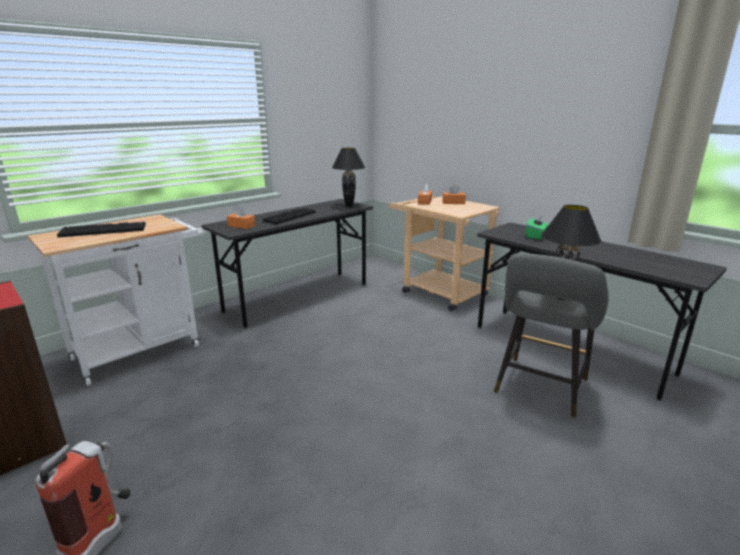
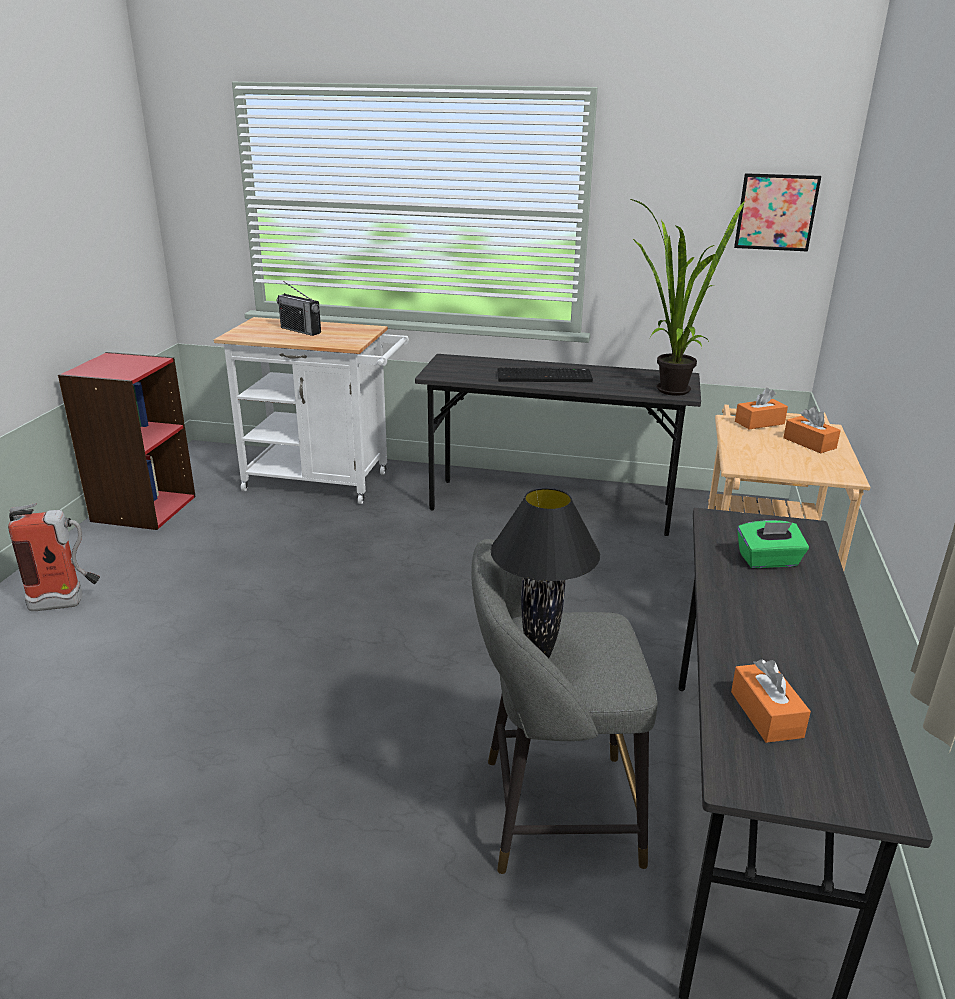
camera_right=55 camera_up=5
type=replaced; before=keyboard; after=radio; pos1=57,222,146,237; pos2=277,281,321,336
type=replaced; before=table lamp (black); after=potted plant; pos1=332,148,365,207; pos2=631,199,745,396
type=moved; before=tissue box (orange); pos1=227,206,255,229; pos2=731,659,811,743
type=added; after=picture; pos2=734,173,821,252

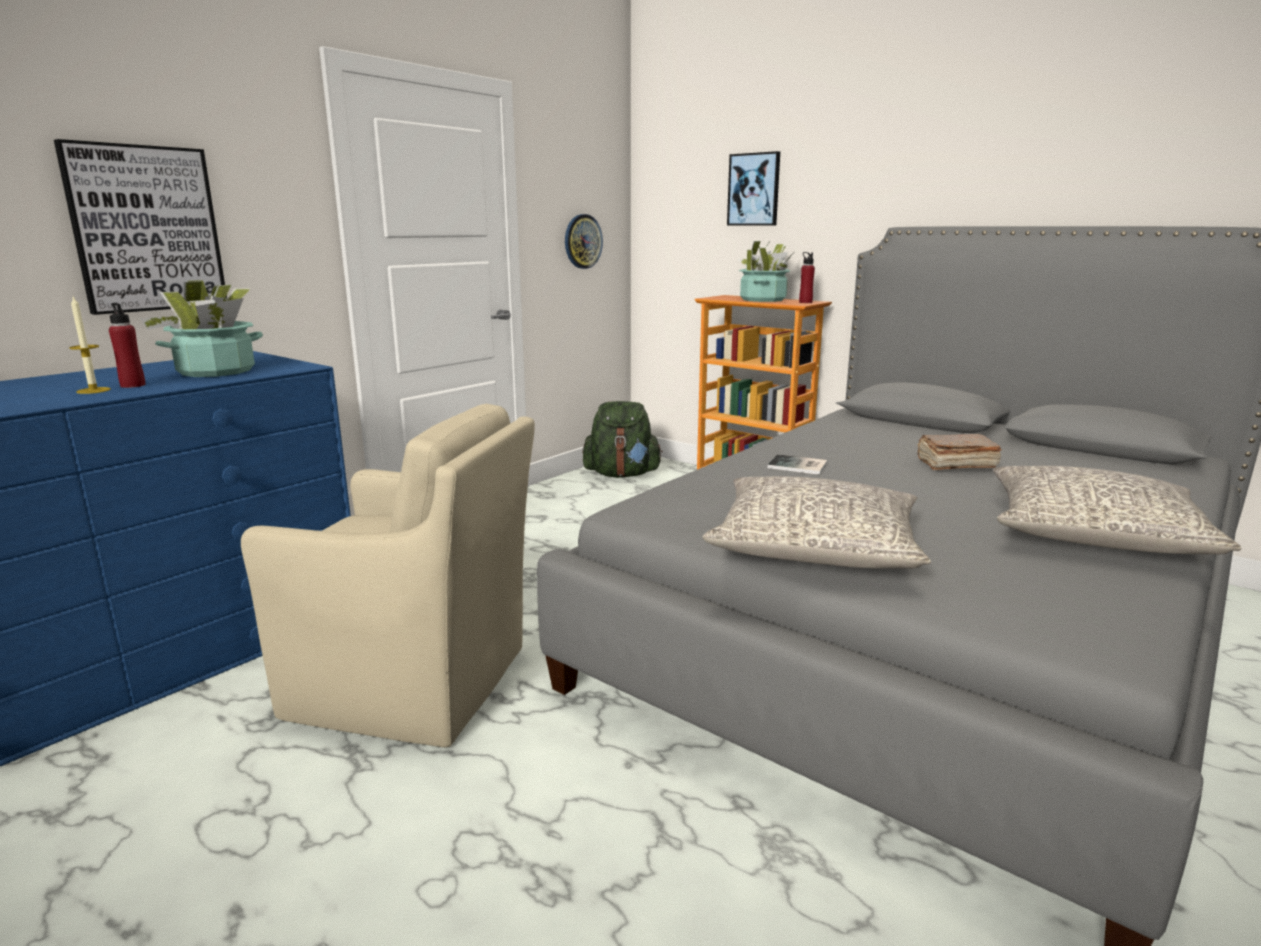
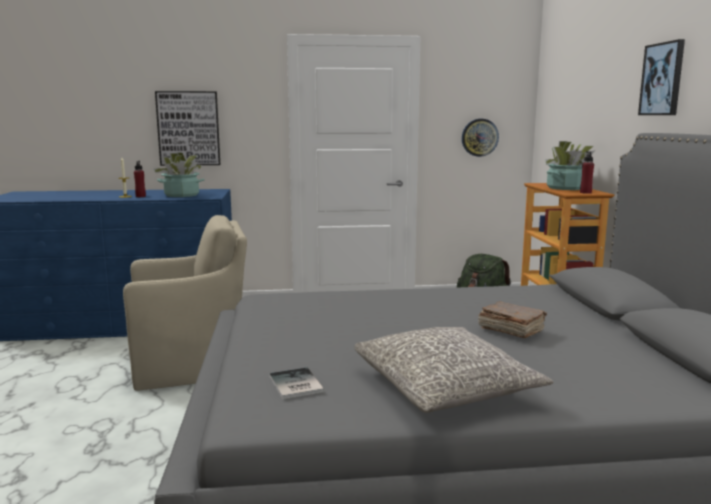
camera_right=45 camera_up=-5
type=turned; before=armchair (beige); pos1=241,404,535,747; pos2=123,215,247,390; turn=-75
type=moved; before=book; pos1=768,454,827,475; pos2=269,367,324,399
type=moved; before=picture; pos1=727,151,780,226; pos2=638,39,685,115
type=removed; before=pillow (grey); pos1=703,476,931,569

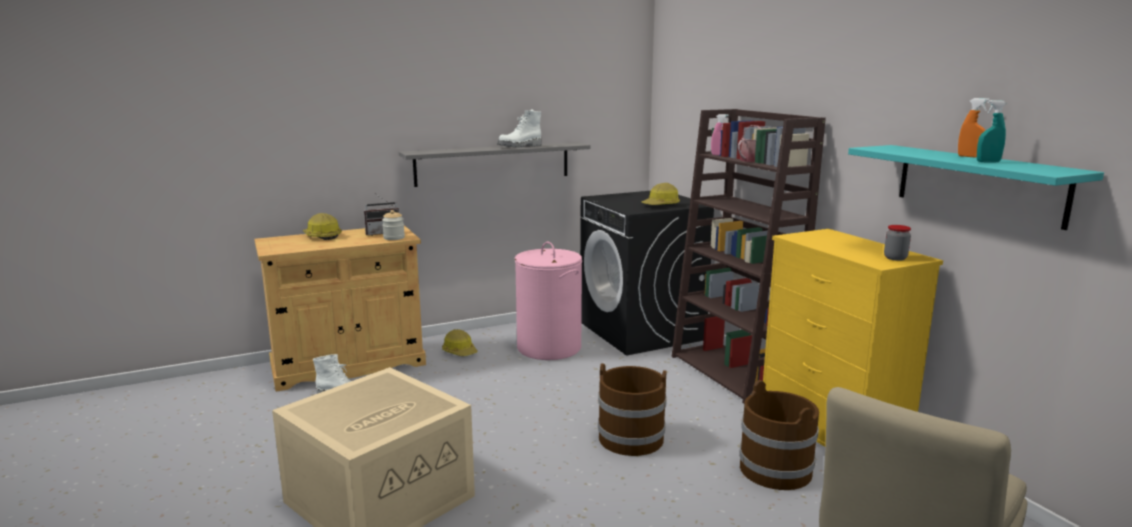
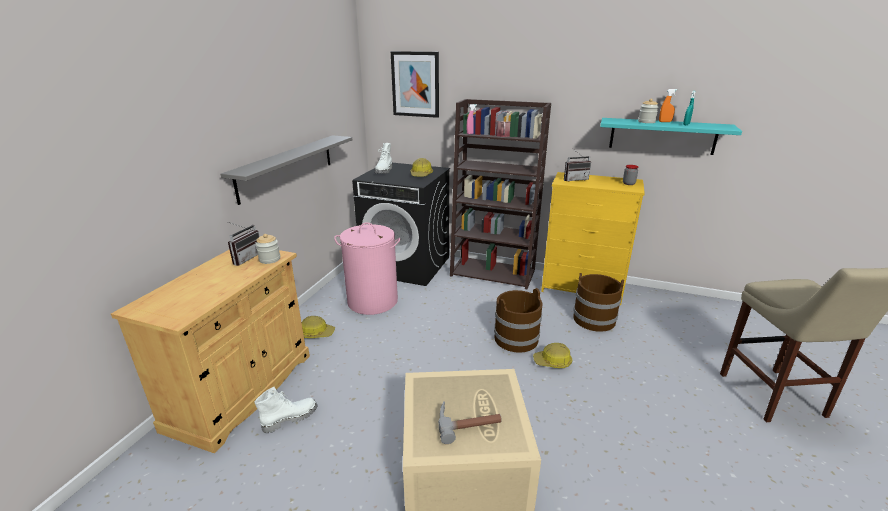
camera_right=-45 camera_up=10
type=moved; before=boot (white); pos1=497,109,542,148; pos2=375,143,392,174
type=added; after=picture; pos2=391,51,439,118
type=added; after=hammer; pos2=438,402,502,444
type=moved; before=hard hat; pos1=303,213,342,240; pos2=533,343,572,368
type=added; after=radio; pos2=564,149,591,181
type=added; after=jar; pos2=638,99,659,123

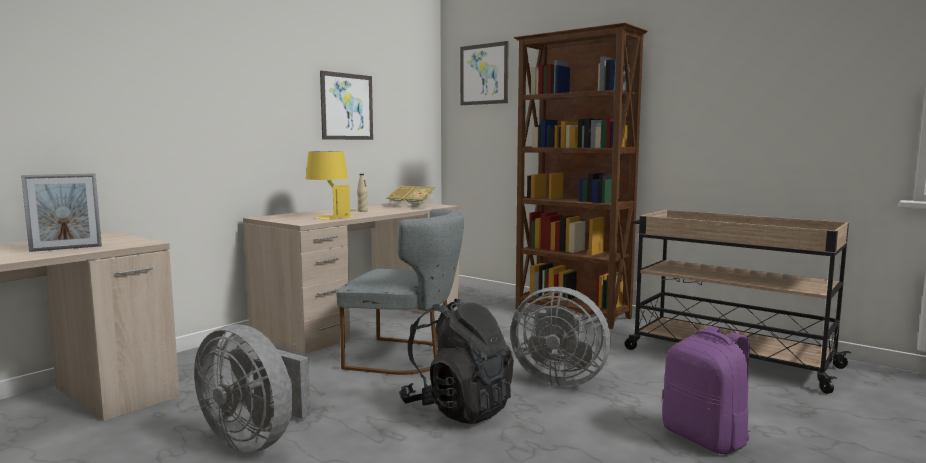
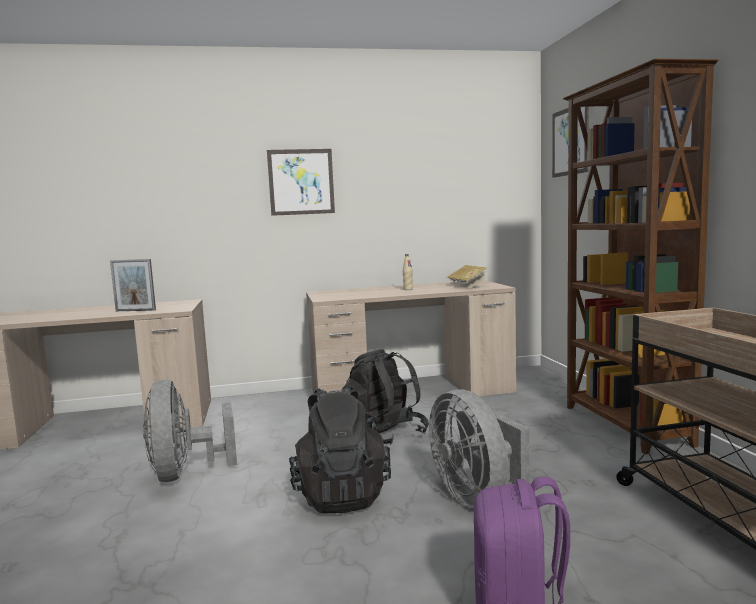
camera_right=40 camera_up=0
type=moved; before=picture; pos1=320,71,373,140; pos2=267,149,335,216
type=replaced; before=chair (grey); after=backpack (black); pos1=336,209,464,375; pos2=342,349,429,445
type=removed; before=table lamp (yellow); pos1=306,151,356,220

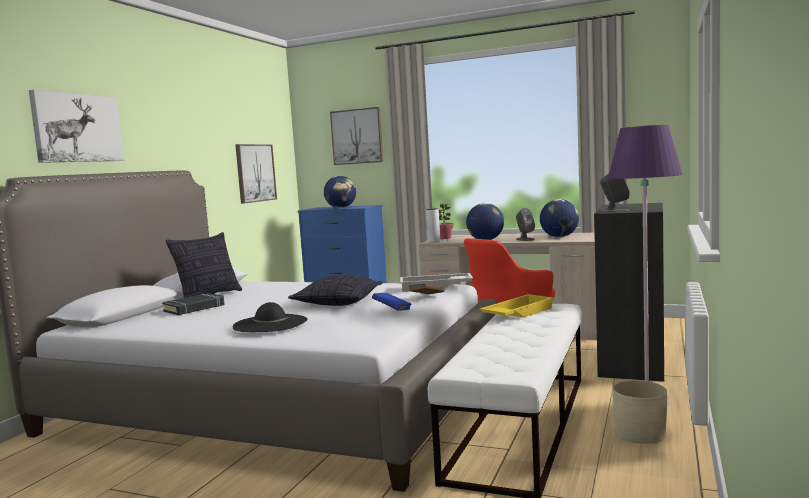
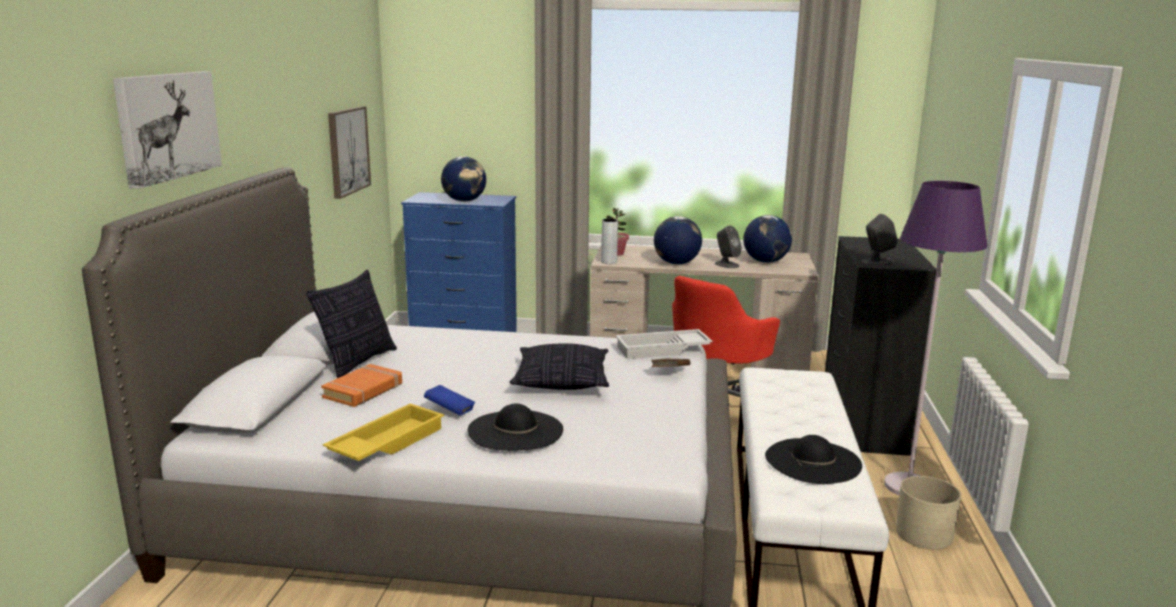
camera_right=-15 camera_up=10
type=recoloured; before=book (black); after=book (orange); pos1=162,293,225,315; pos2=321,364,402,407
type=moved; before=tray (yellow); pos1=479,294,554,318; pos2=323,403,444,461
type=moved; before=book (blue); pos1=372,293,411,311; pos2=424,385,475,415
type=added; after=hat (black); pos2=765,435,862,484
type=removed; before=picture; pos1=330,107,383,165

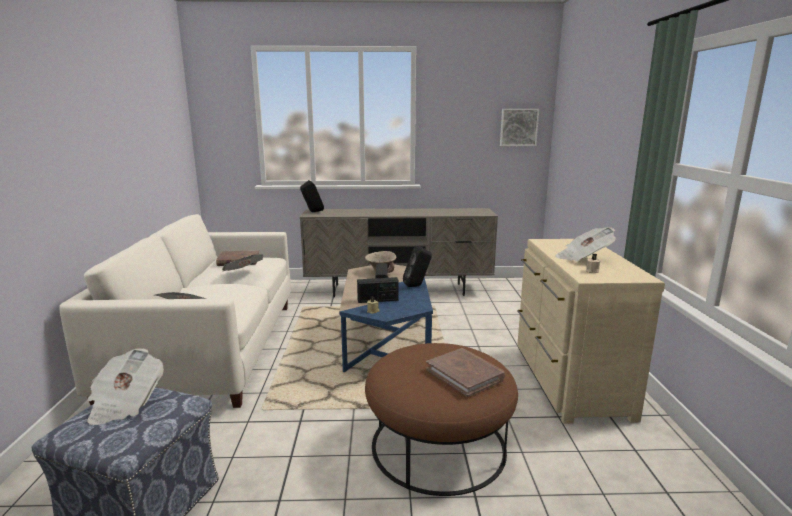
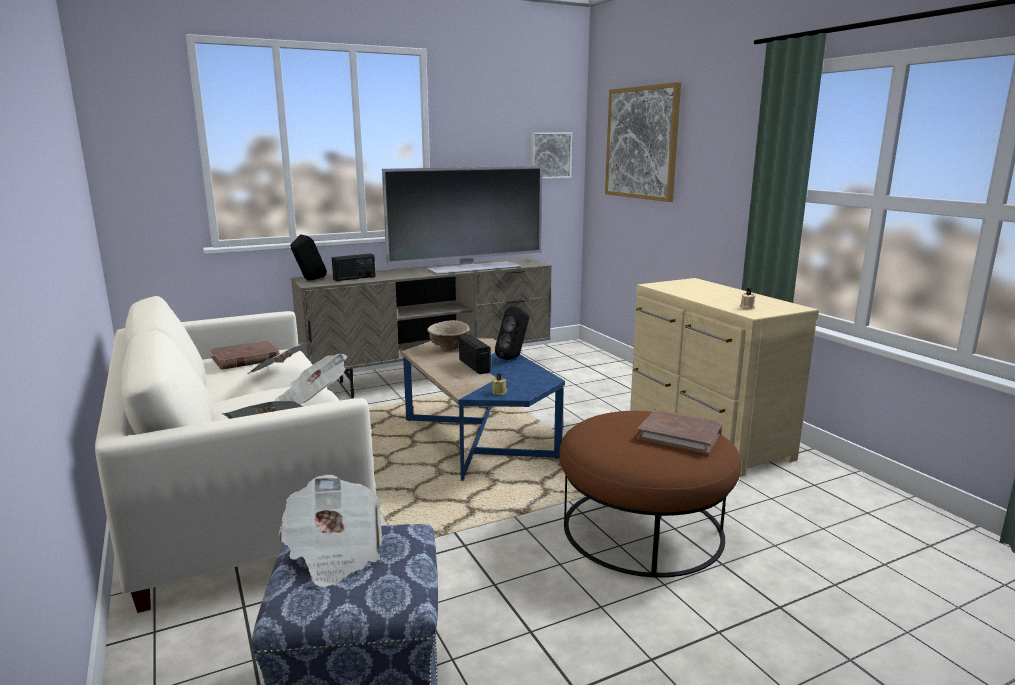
camera_right=-25 camera_up=0
type=moved; before=newspaper; pos1=555,227,616,261; pos2=275,354,348,405
type=moved; before=radio; pos1=357,277,398,303; pos2=332,253,376,281
type=added; after=television; pos2=382,166,542,275
type=added; after=picture; pos2=605,82,681,202

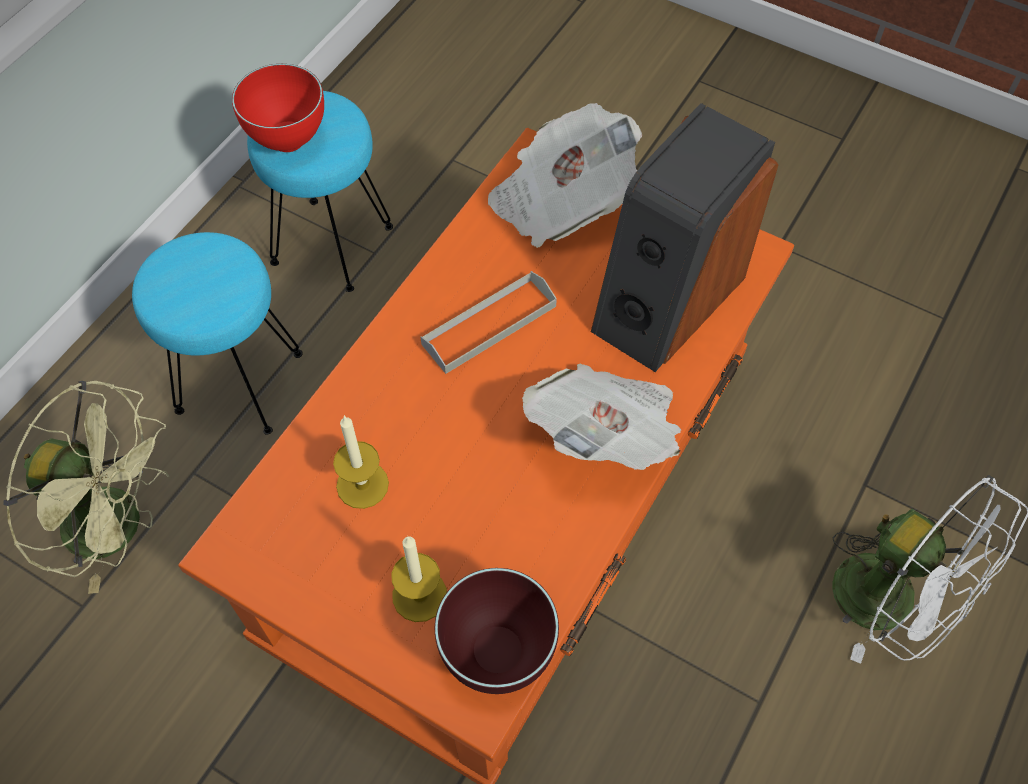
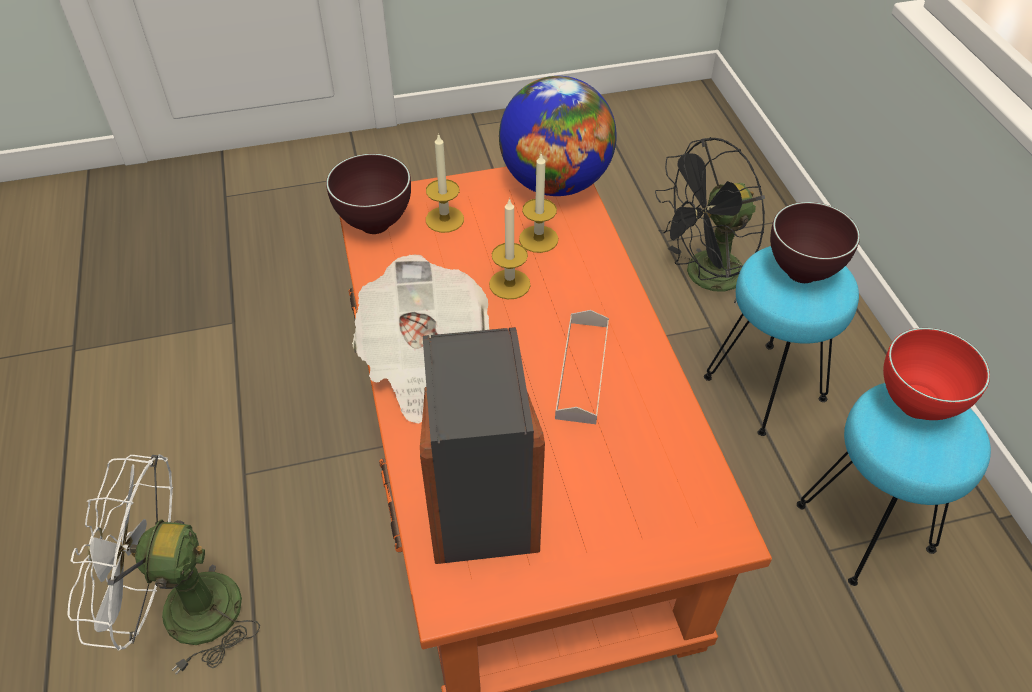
camera_right=135 camera_up=-10
type=added; after=candle; pos2=489,198,530,299
type=added; after=globe; pos2=499,76,617,196
type=recoloured; before=fan (green); after=fan (black); pos1=4,381,169,594; pos2=655,137,765,306
type=added; after=bowl (brown); pos2=770,202,860,283
type=removed; before=newspaper; pos1=488,103,642,248

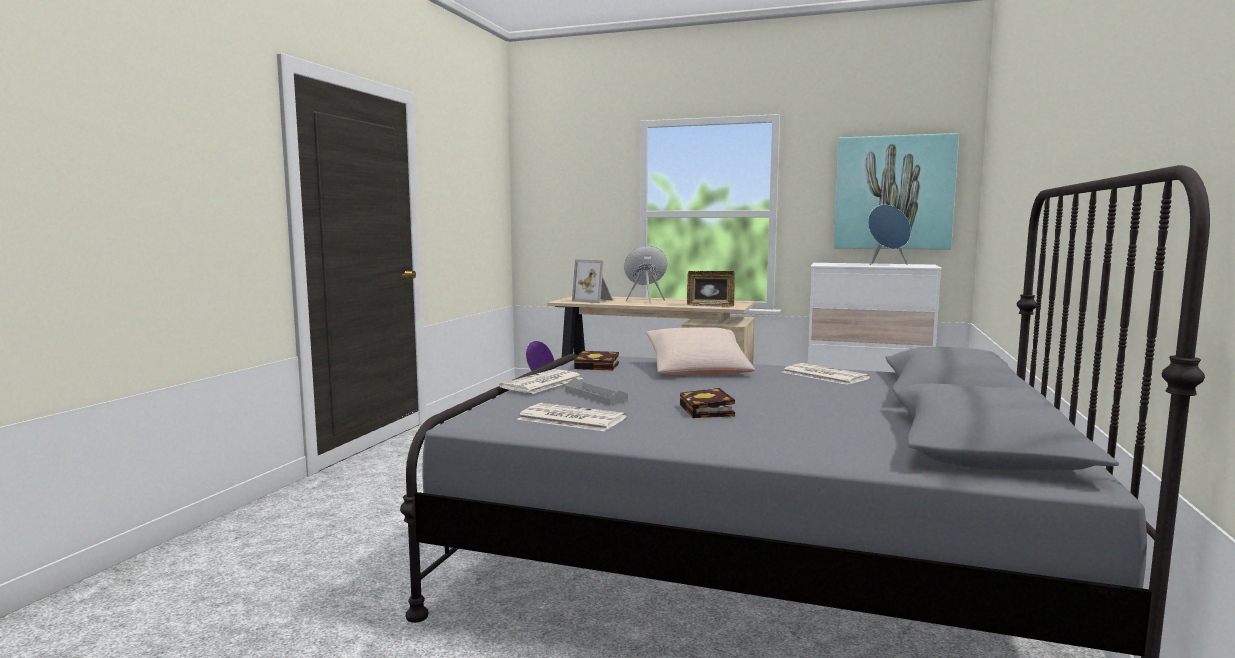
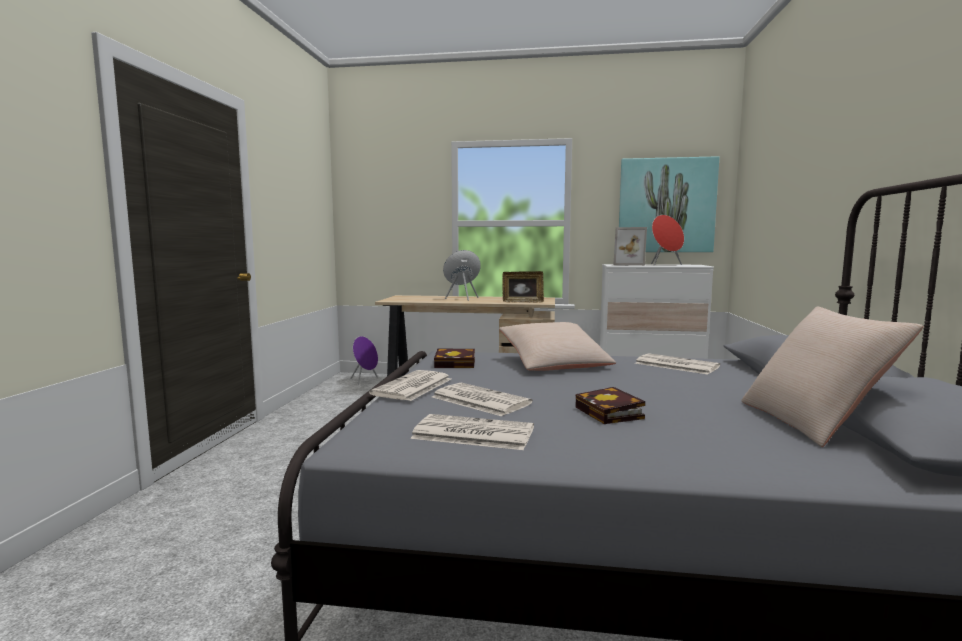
camera_right=-10 camera_up=0
type=replaced; before=tray (grey); after=newspaper; pos1=565,378,628,405; pos2=432,383,533,416
type=moved; before=picture frame; pos1=572,259,613,303; pos2=613,227,647,266
type=recoloured; before=speaker (blue); after=speaker (red); pos1=868,205,911,265; pos2=651,215,684,266
type=added; after=pillow (beige); pos2=741,306,923,447

